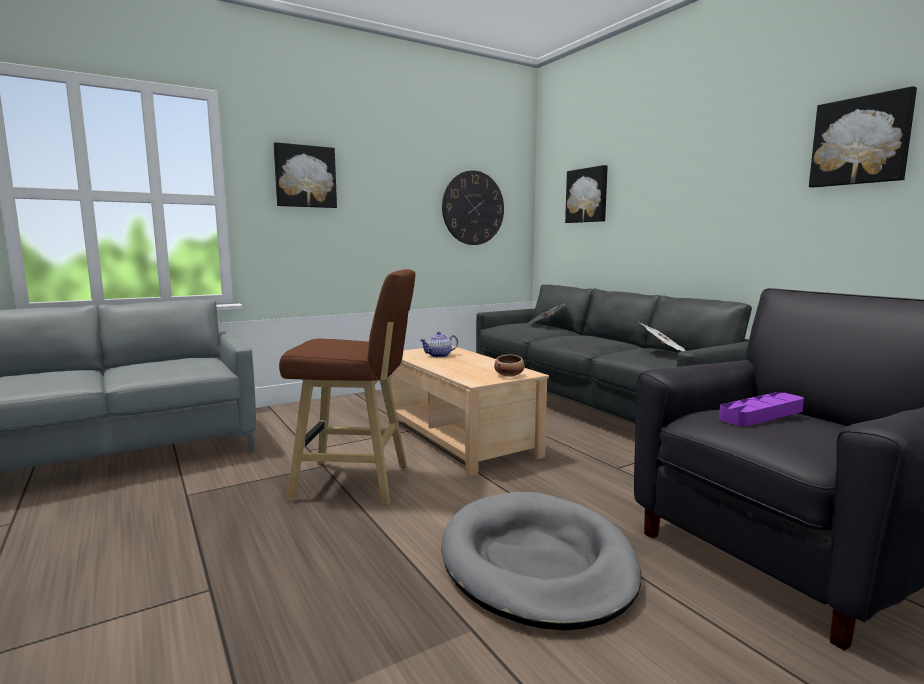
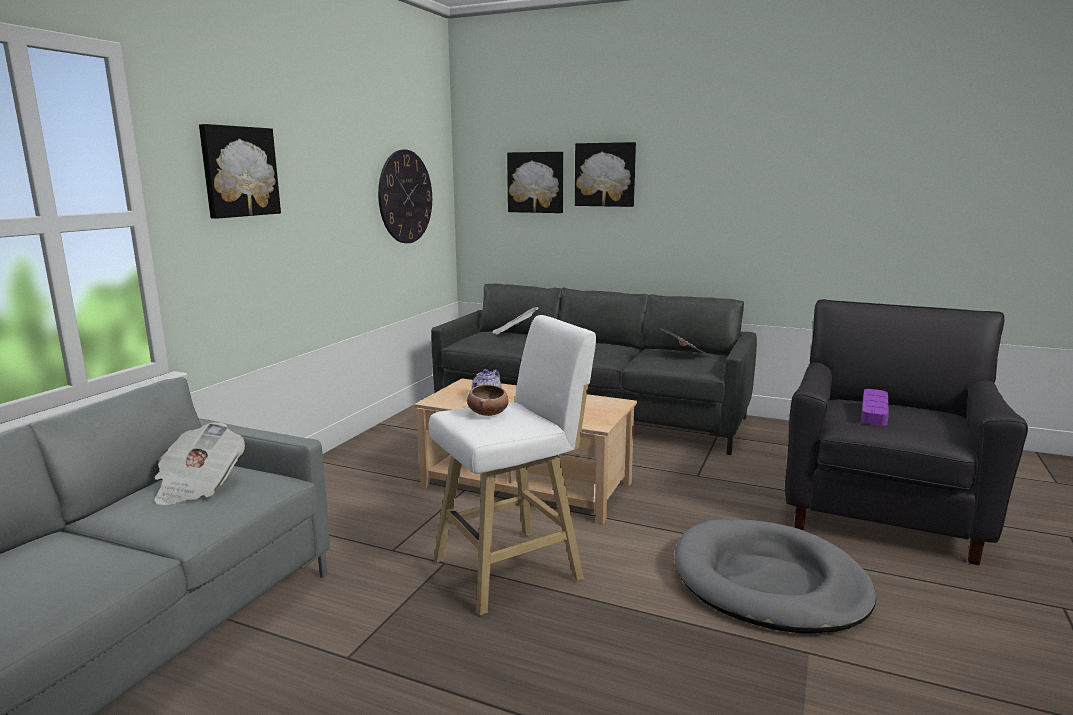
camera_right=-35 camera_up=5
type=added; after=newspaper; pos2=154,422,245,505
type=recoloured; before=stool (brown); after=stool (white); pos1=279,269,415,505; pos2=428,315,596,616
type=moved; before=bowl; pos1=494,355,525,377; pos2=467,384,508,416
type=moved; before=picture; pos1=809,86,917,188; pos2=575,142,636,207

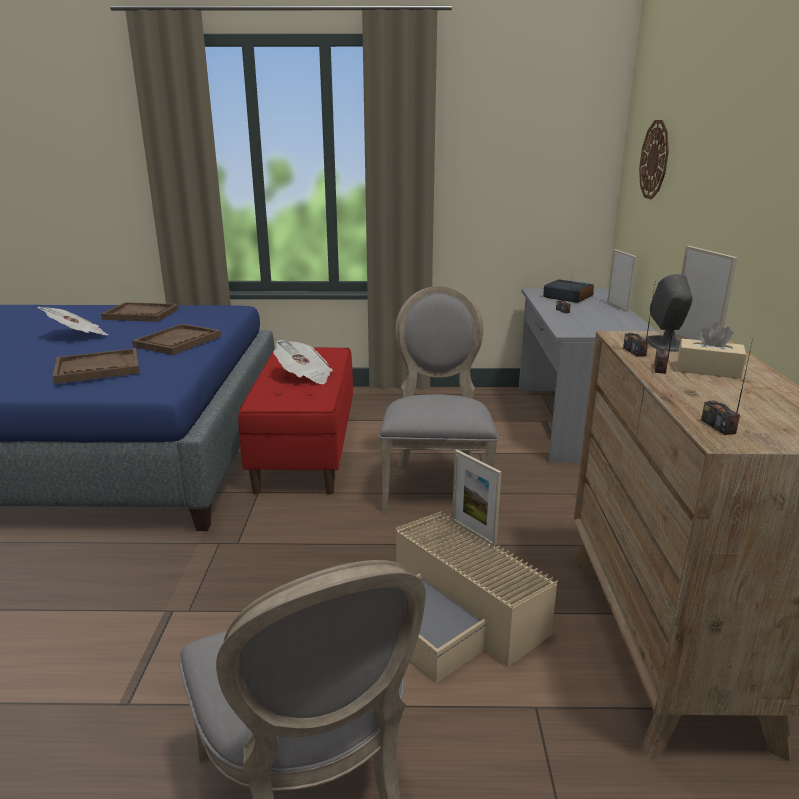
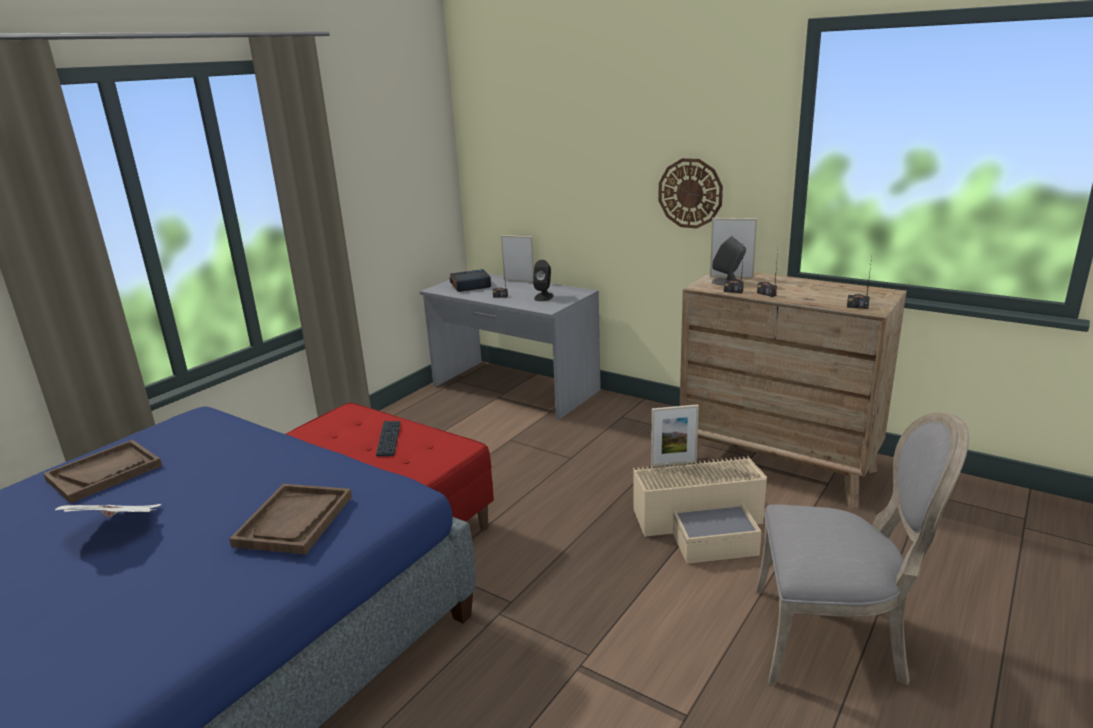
camera_right=-55 camera_up=0
type=replaced; before=newspaper; after=keyboard; pos1=273,340,333,384; pos2=376,421,401,456
type=added; after=speaker (black); pos2=533,260,554,301
type=moved; before=wall clock; pos1=639,120,669,199; pos2=658,158,723,229
type=removed; before=tray (brown); pos1=132,324,221,355
type=removed; before=chair (grey); pos1=379,286,498,513
type=removed; before=tissue box (beige); pos1=677,322,747,379

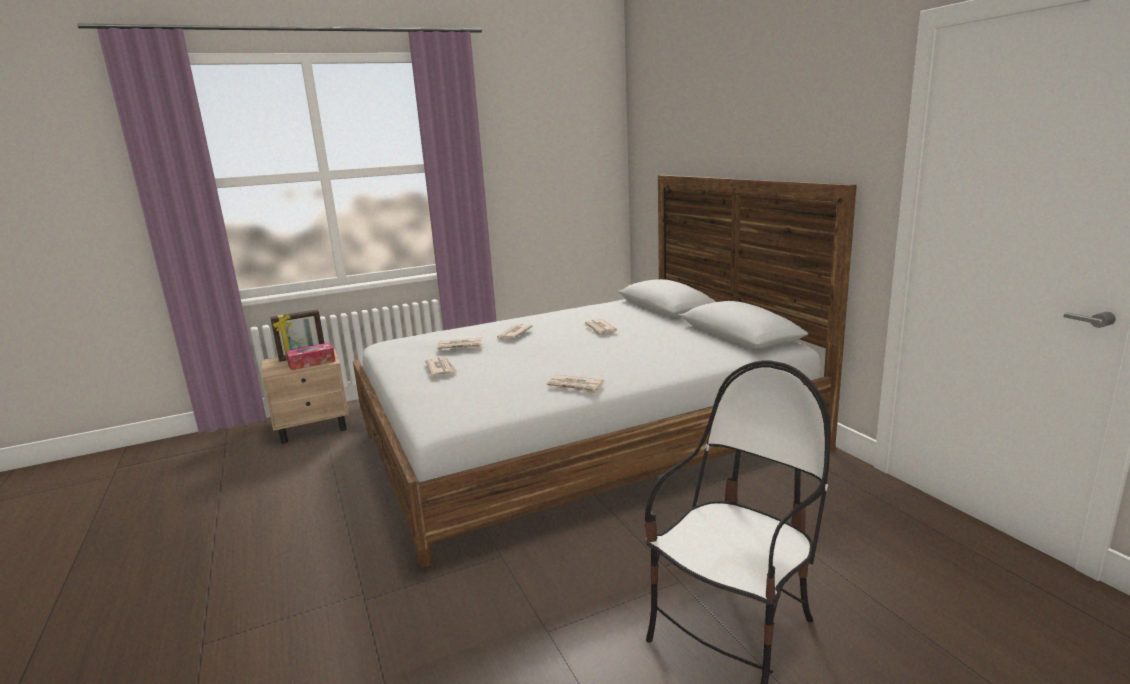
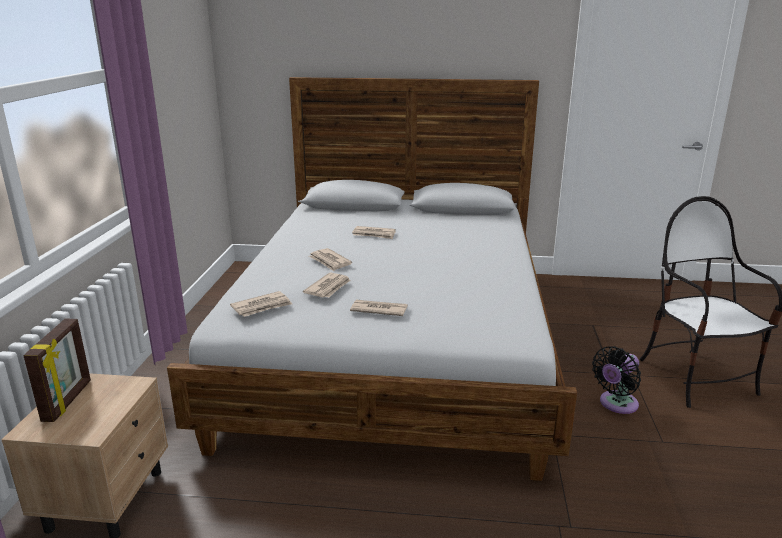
camera_right=-60 camera_up=5
type=moved; before=newspaper; pos1=547,375,604,394; pos2=230,291,292,317
type=added; after=fan (black); pos2=592,346,641,414
type=removed; before=tissue box; pos1=286,343,336,371

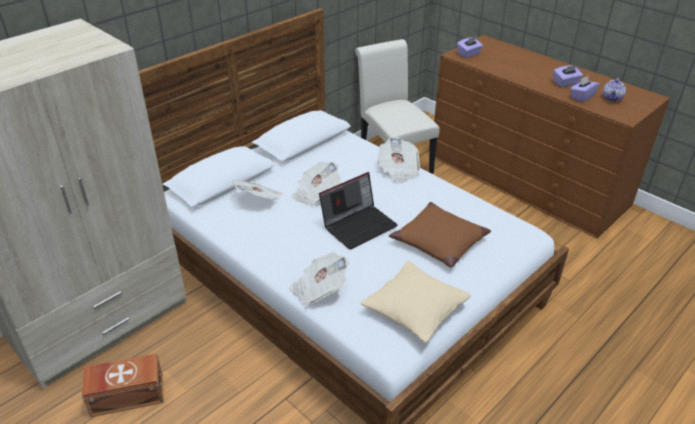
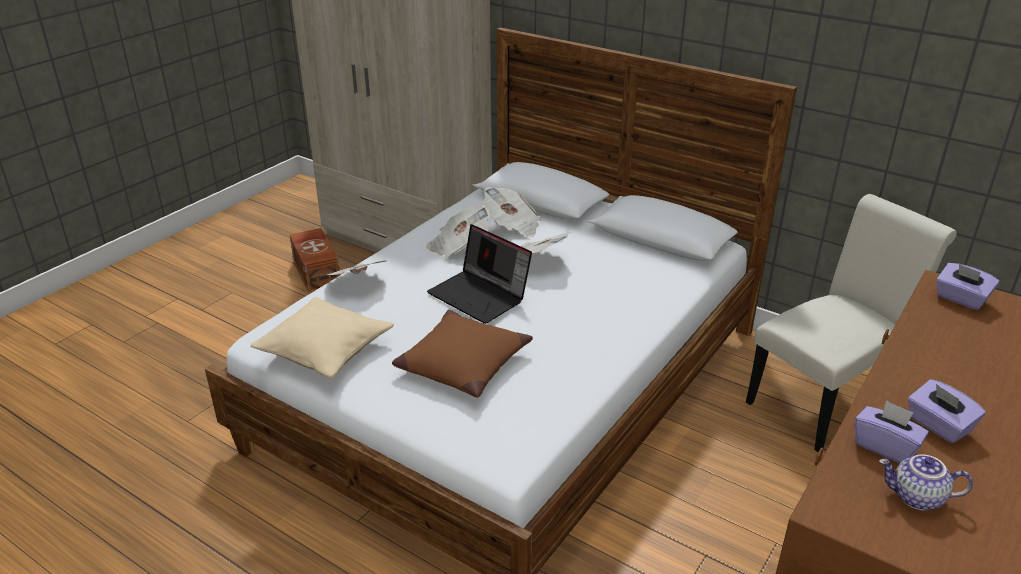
camera_right=80 camera_up=-5
type=moved; before=newspaper; pos1=377,137,420,184; pos2=426,206,490,258

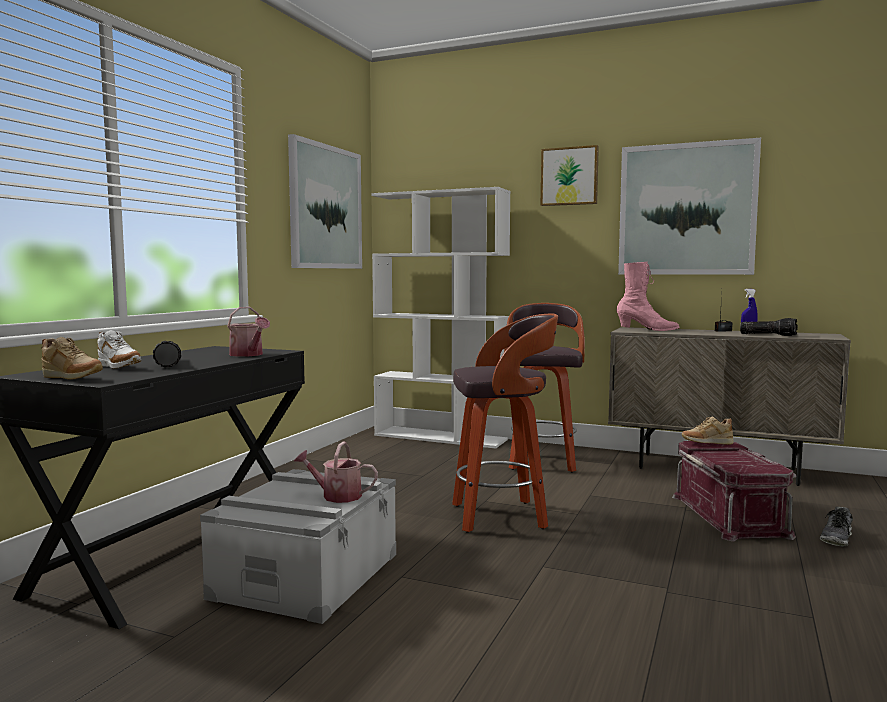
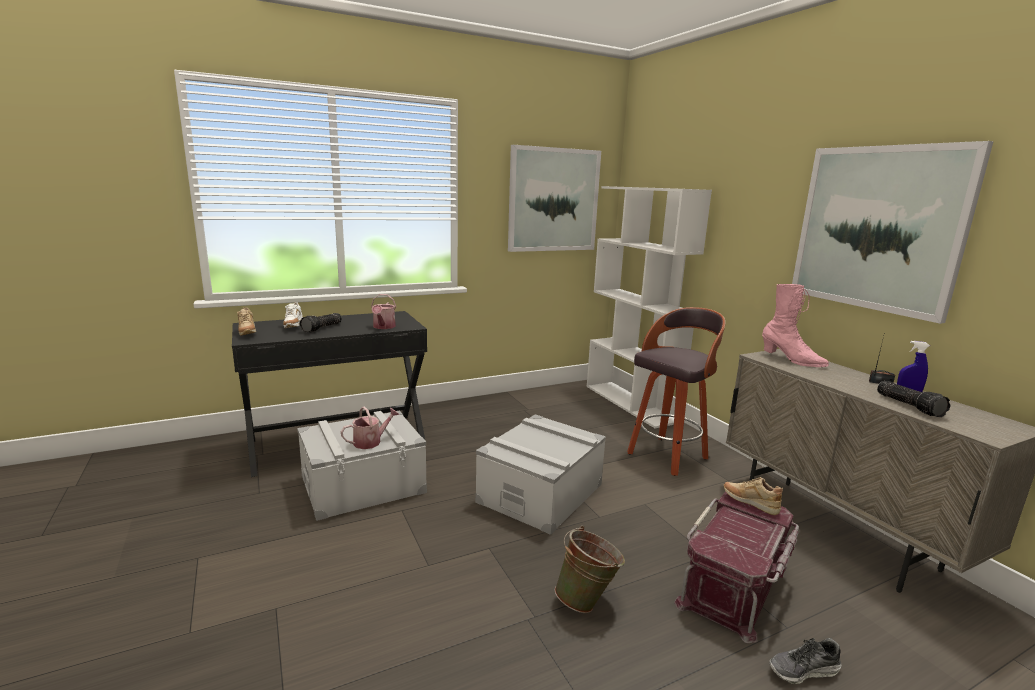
camera_right=40 camera_up=10
type=turned; before=watering can; pos1=294,442,378,503; pos2=341,407,400,449; turn=90
type=replaced; before=stool; after=storage box (grey); pos1=452,314,558,533; pos2=475,414,606,535
type=added; after=bucket (green); pos2=554,526,625,613
type=removed; before=picture; pos1=540,145,599,206

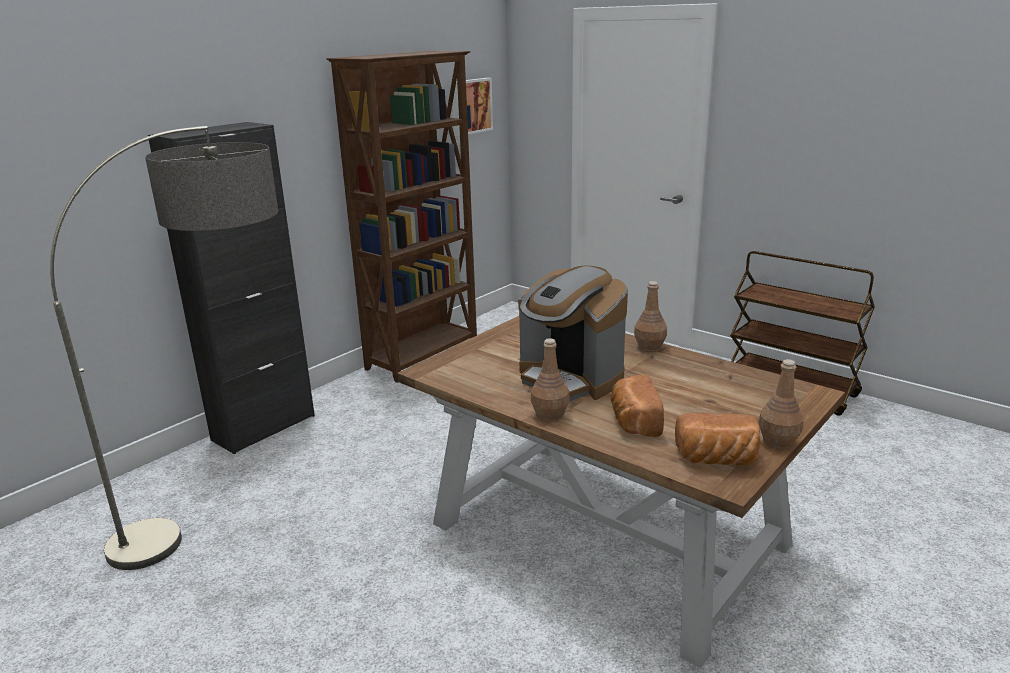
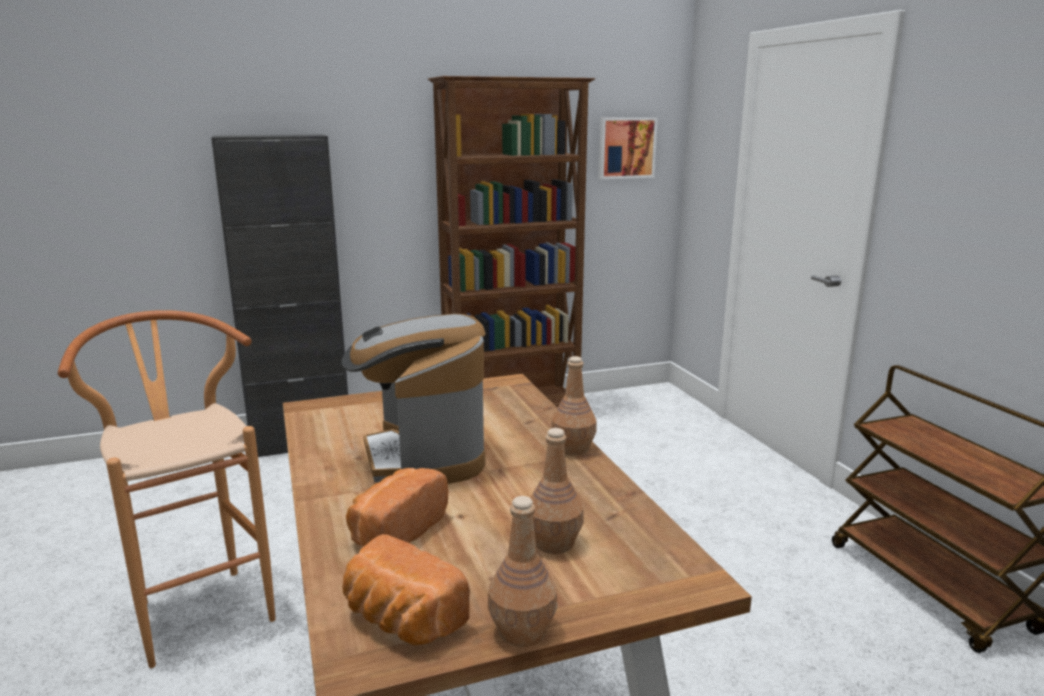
camera_right=30 camera_up=-5
type=added; after=stool (brown); pos2=58,310,276,668
type=moved; before=bottle (brown); pos1=531,338,569,422; pos2=530,428,584,554
type=removed; before=floor lamp; pos1=50,126,278,570

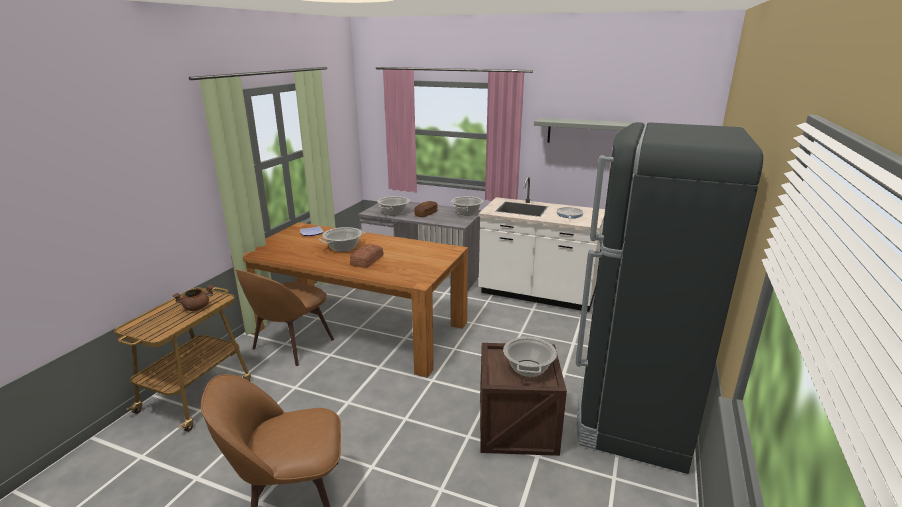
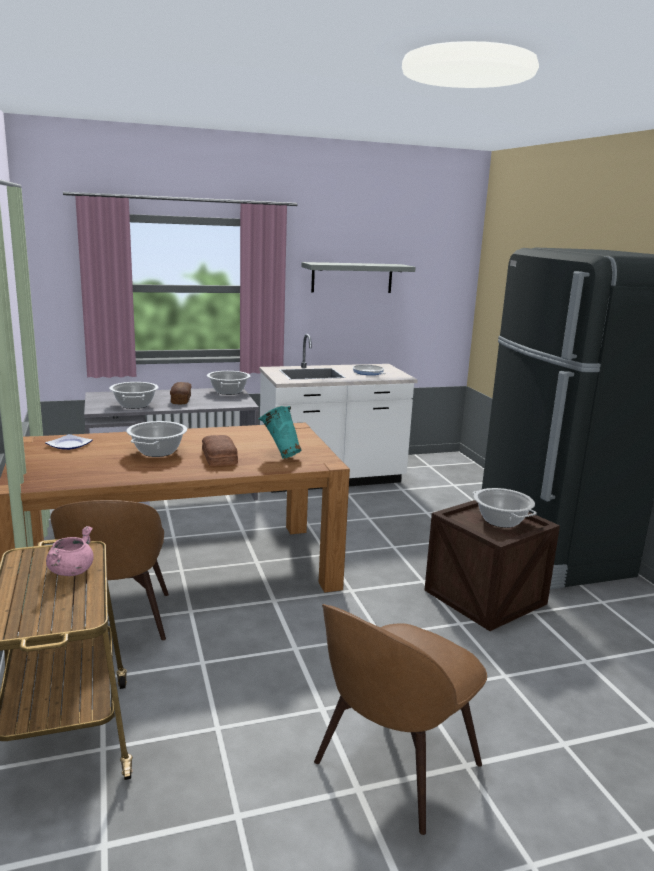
camera_right=-40 camera_up=-5
type=recoloured; before=cooking pot (brown); after=cooking pot (pink); pos1=173,285,213,311; pos2=46,526,94,576
type=added; after=vase (turquoise); pos2=258,406,301,459

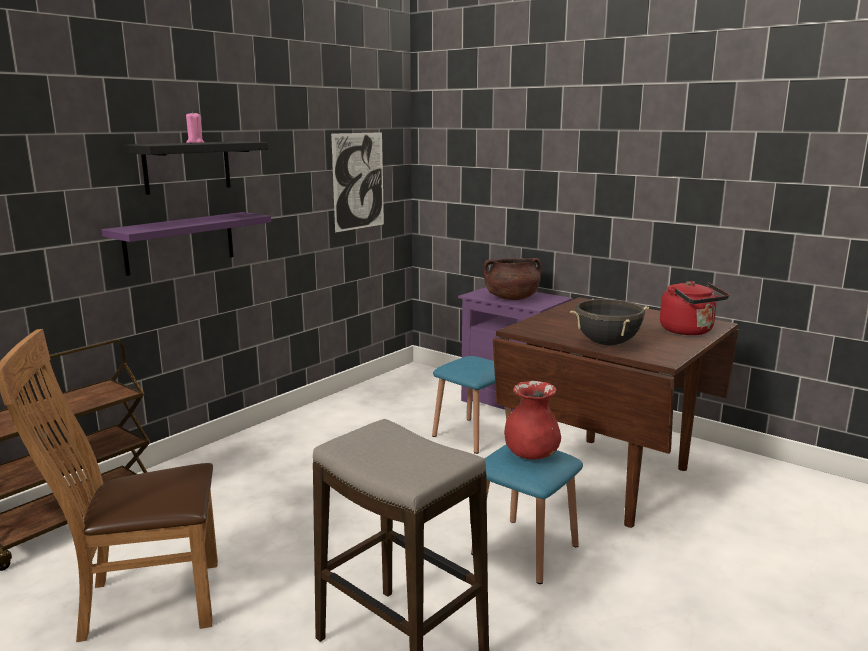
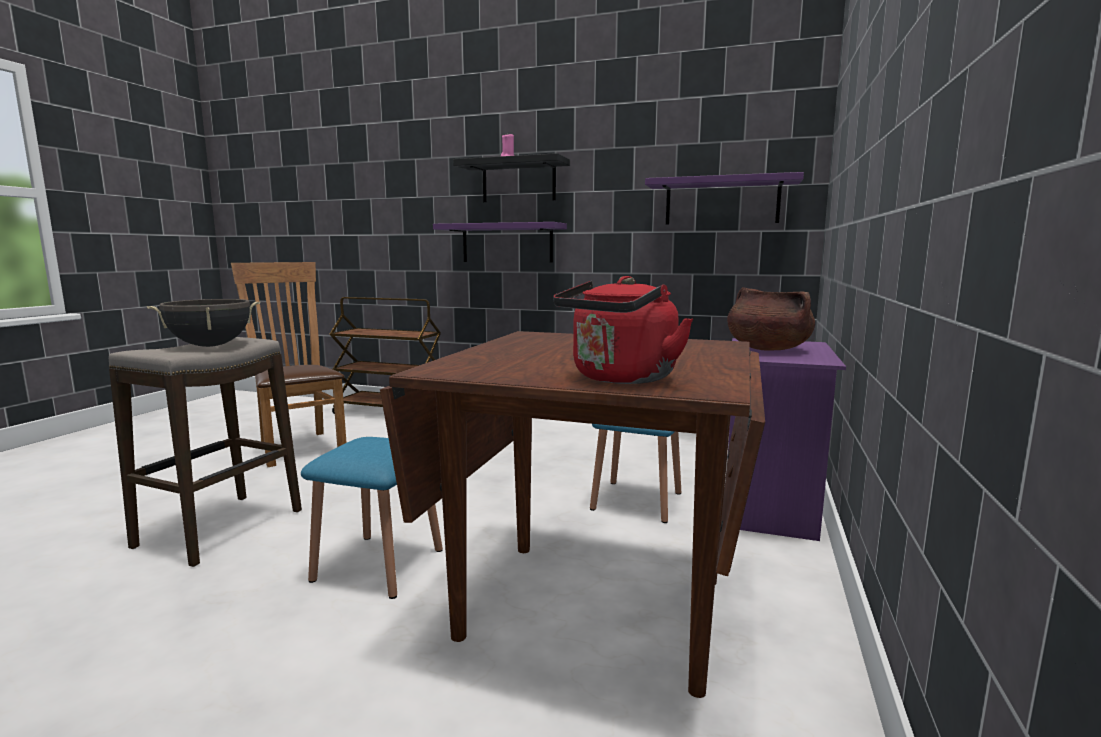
camera_right=70 camera_up=-5
type=moved; before=cooking pot (black); pos1=570,299,649,346; pos2=147,299,260,347
type=replaced; before=picture; after=shelf (purple); pos1=331,132,384,232; pos2=645,172,804,225
type=removed; before=vase (red); pos1=504,381,561,460

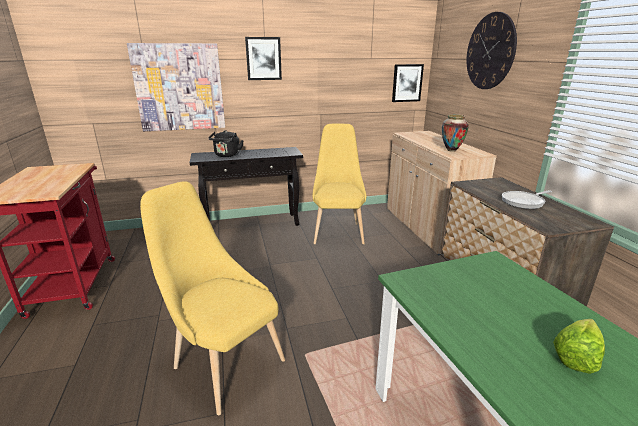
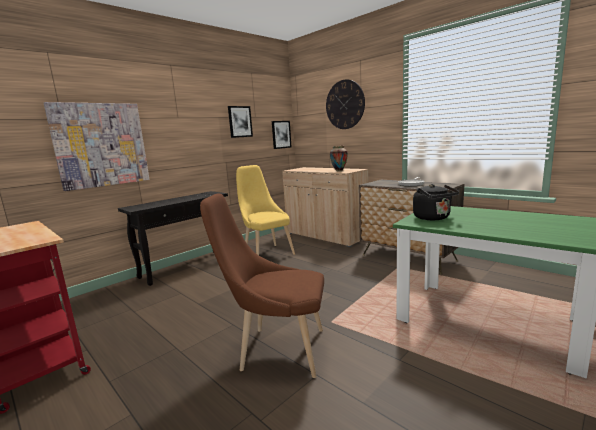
camera_right=-30 camera_up=-10
type=recoloured; before=chair (yellow); after=chair (brown); pos1=140,181,285,415; pos2=200,193,324,378
type=moved; before=picture; pos1=245,37,282,80; pos2=228,106,253,138
type=moved; before=kettle (black); pos1=208,130,244,157; pos2=413,184,459,220
type=removed; before=lettuce; pos1=553,319,605,374

